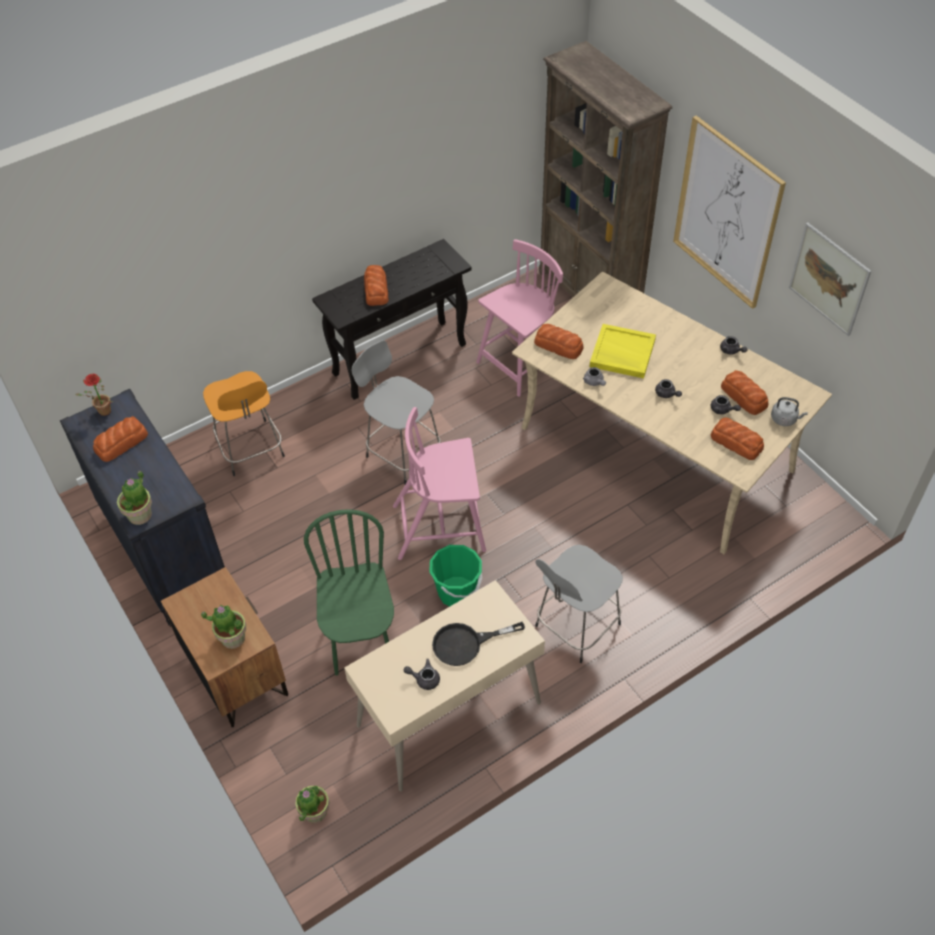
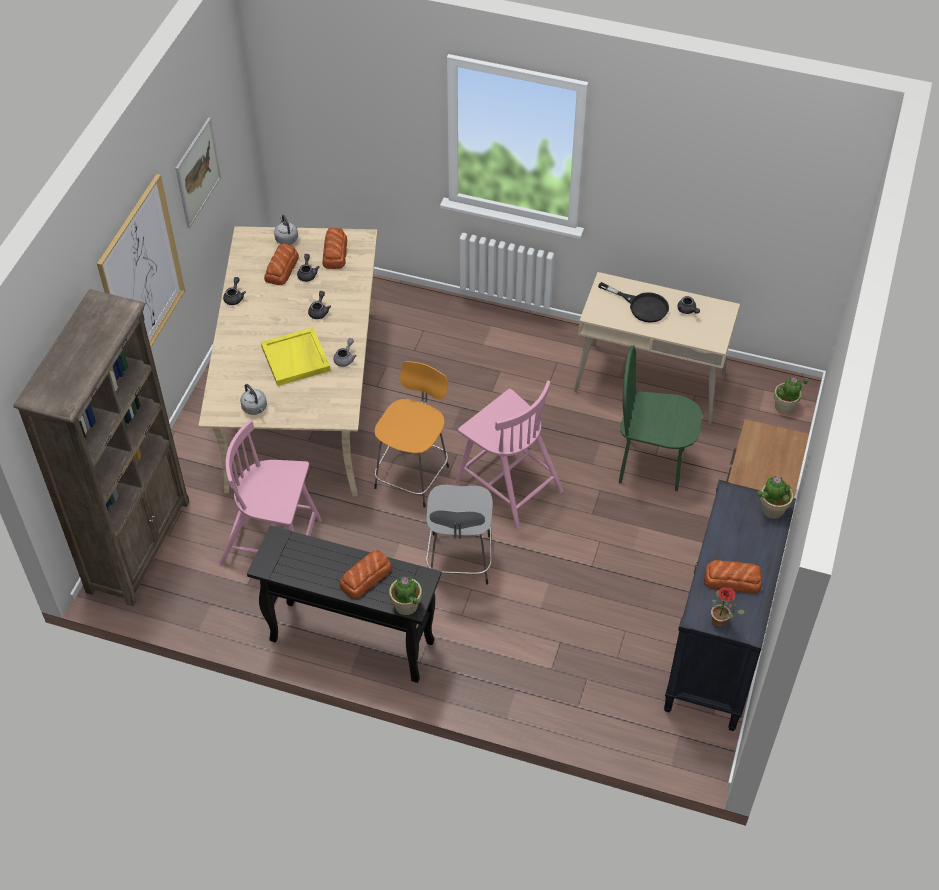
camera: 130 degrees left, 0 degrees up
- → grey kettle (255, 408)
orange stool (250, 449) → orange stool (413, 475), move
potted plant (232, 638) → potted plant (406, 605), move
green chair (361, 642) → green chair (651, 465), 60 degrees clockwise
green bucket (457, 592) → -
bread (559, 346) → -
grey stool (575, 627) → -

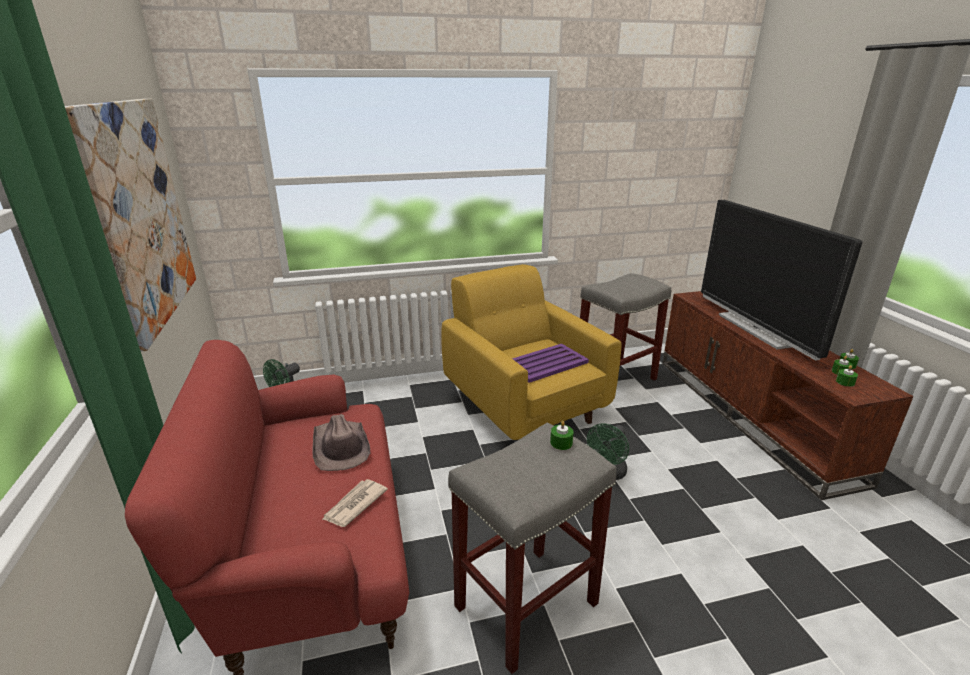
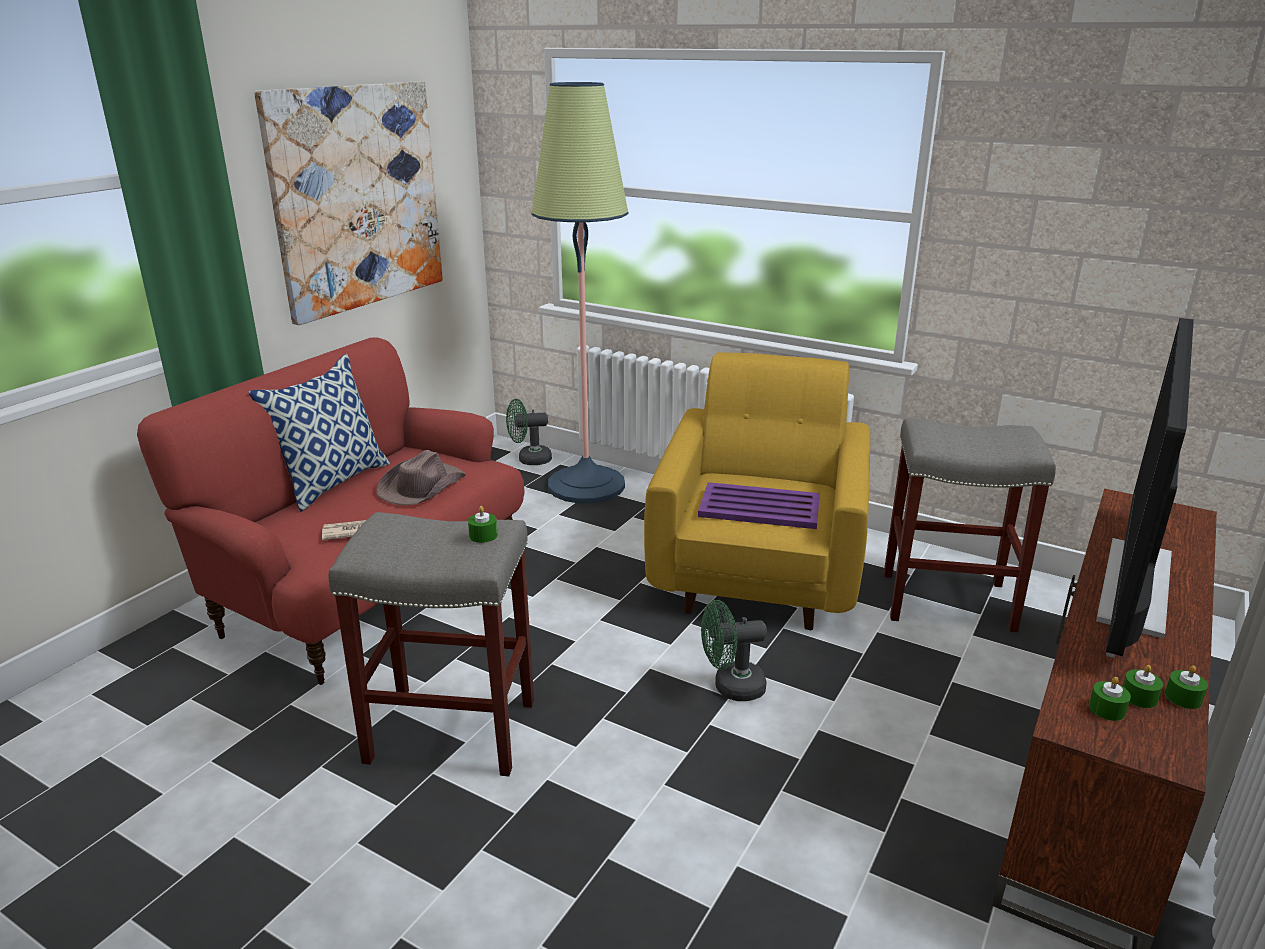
camera: 45 degrees right, 0 degrees up
- → pillow (333, 482)
- → floor lamp (586, 485)

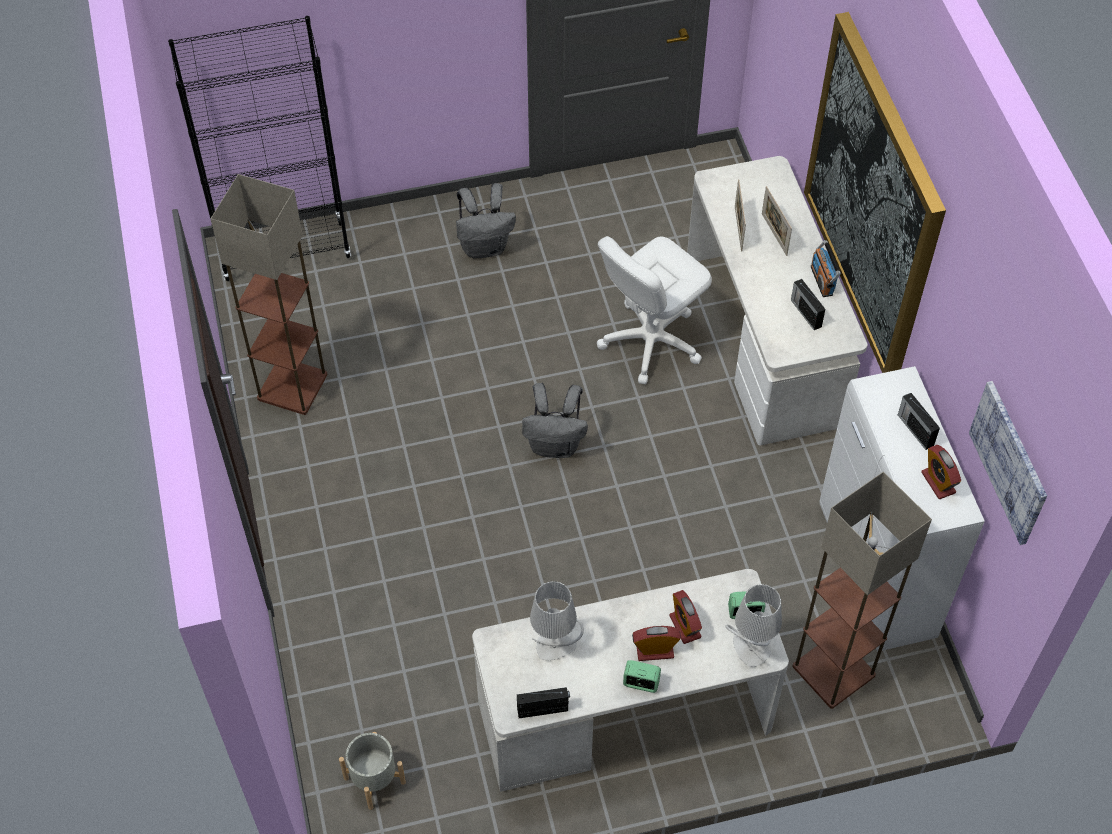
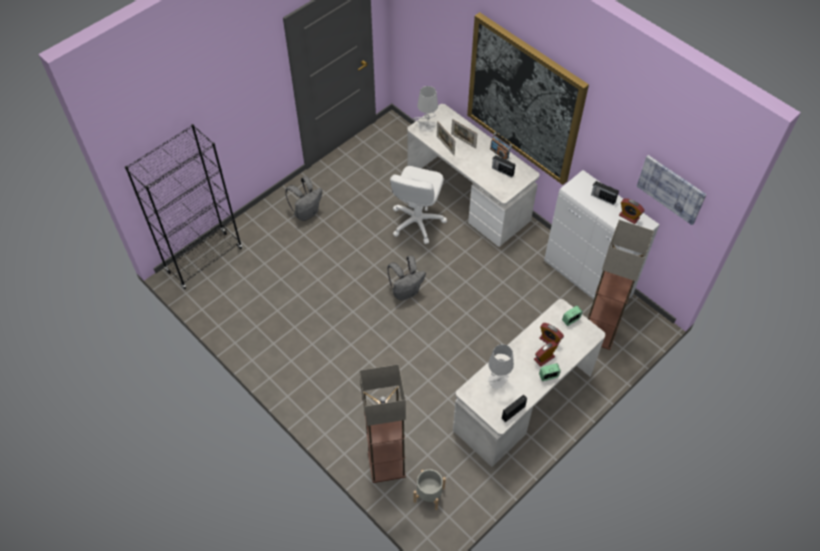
camera: 30 degrees left, 0 degrees up
floor lamp (291, 385) → floor lamp (385, 464), move
grey table lamp (749, 650) → grey table lamp (426, 126), move

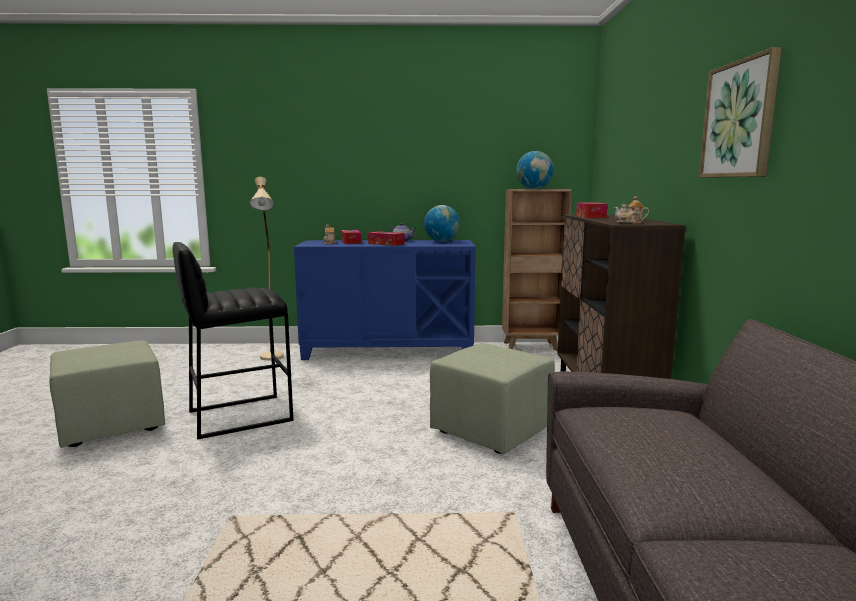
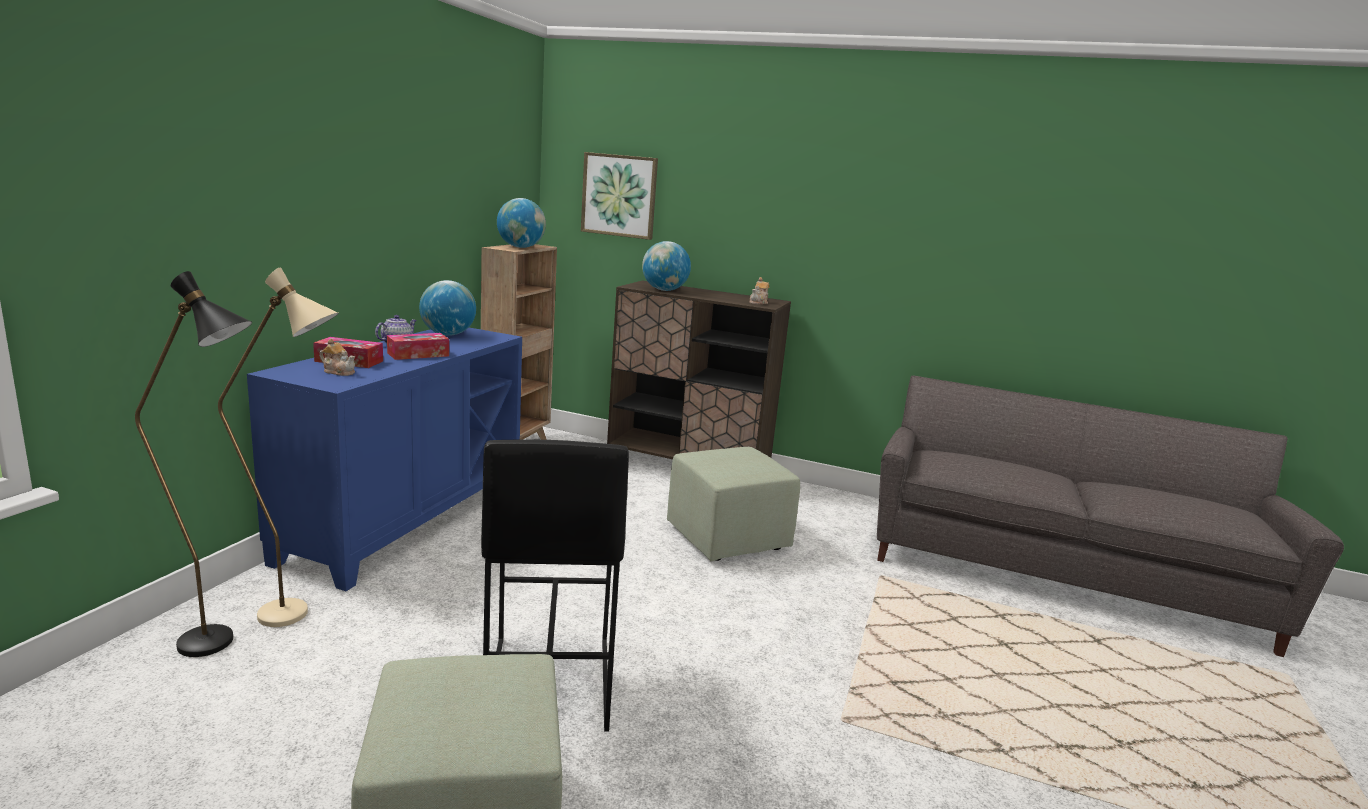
camera: 70 degrees left, 5 degrees up
- → black floor lamp (222, 646)
picture (739, 120) → picture (619, 195), move
tissue box (590, 216) → globe (664, 290)

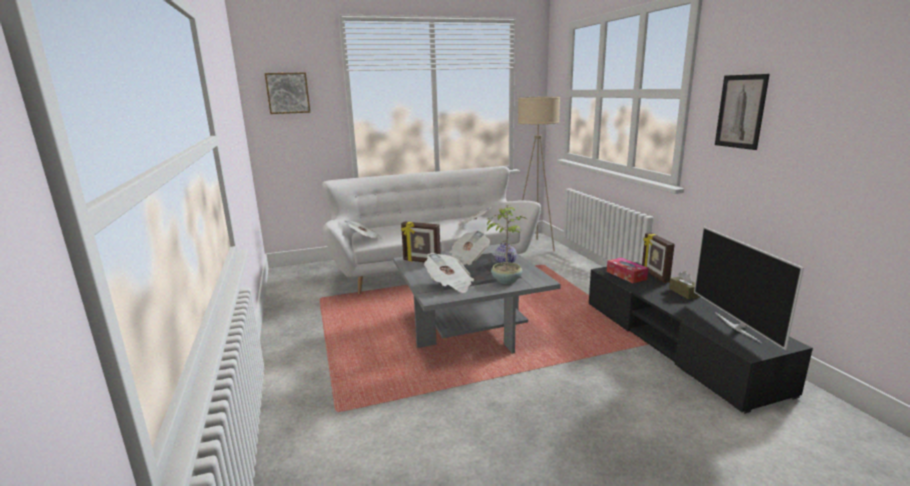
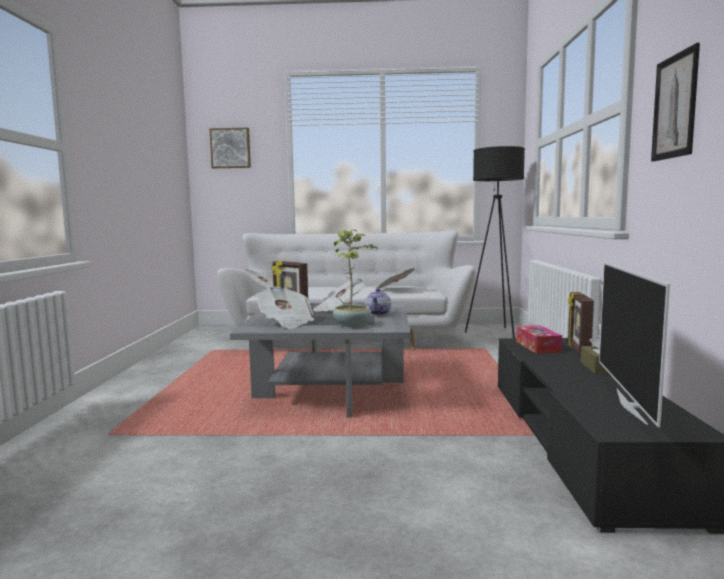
camera: 20 degrees right, 10 degrees down
beige floor lamp (535, 246) → black floor lamp (495, 333)

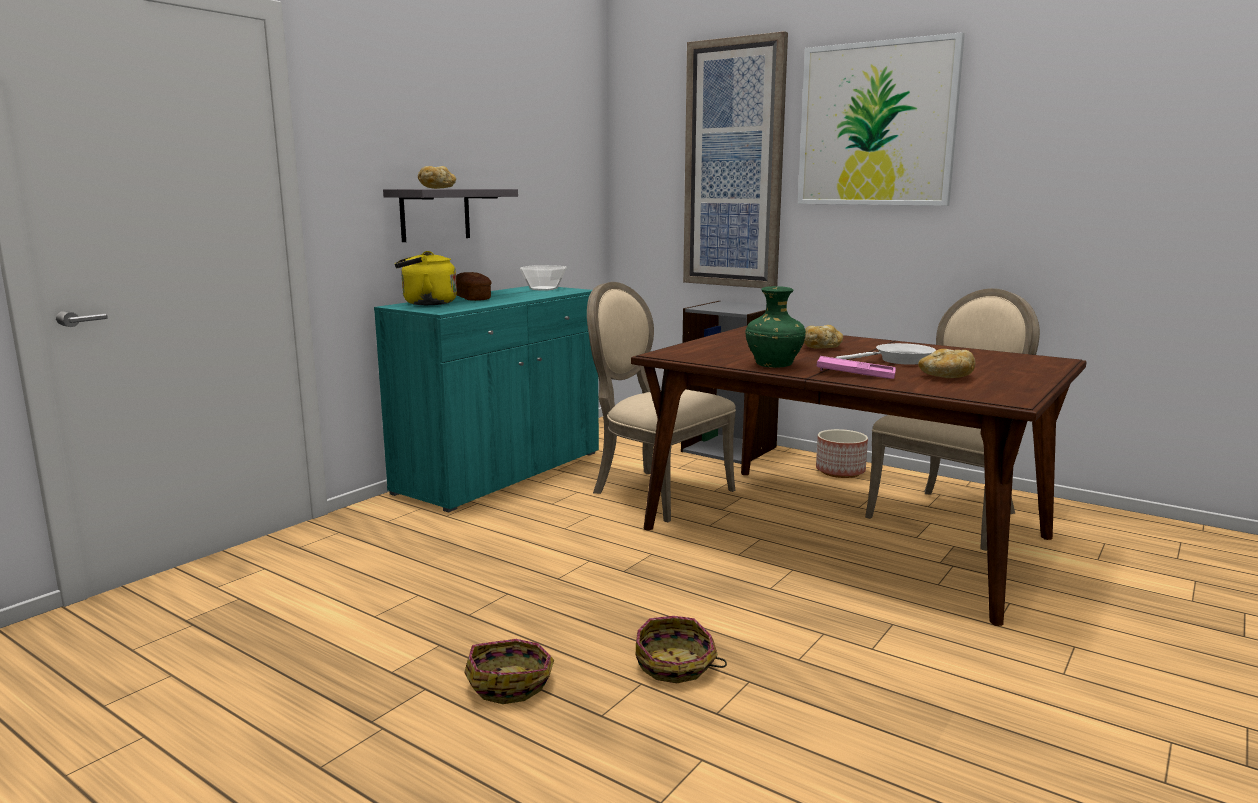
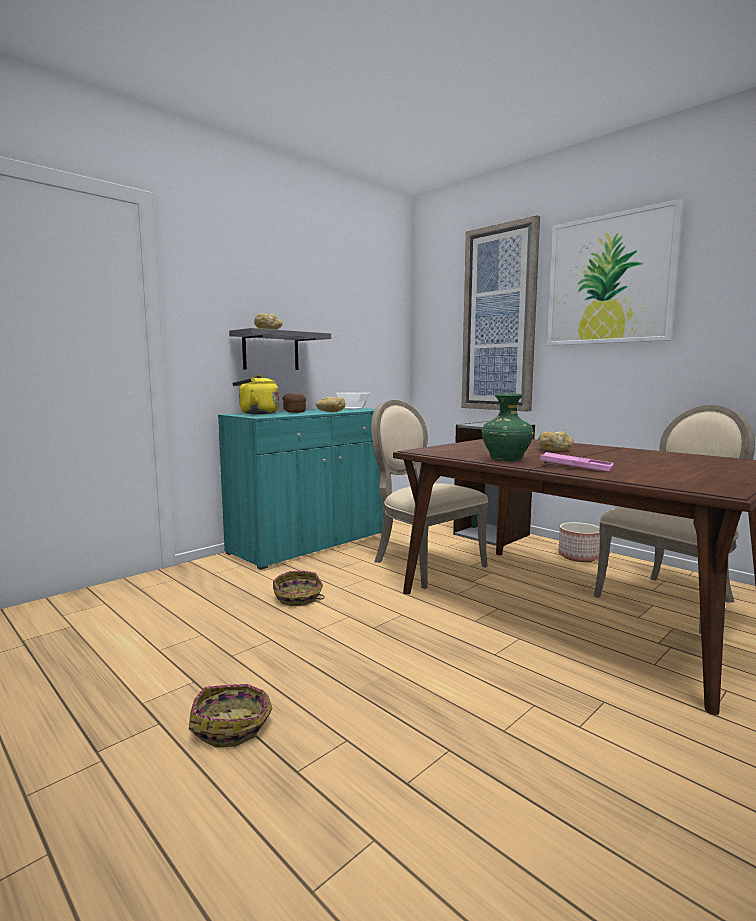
camera: 10 degrees right, 5 degrees down
basket (675, 665) → basket (298, 598), move
bread (946, 377) → bread (330, 412), move
white frying pan (899, 360) → -

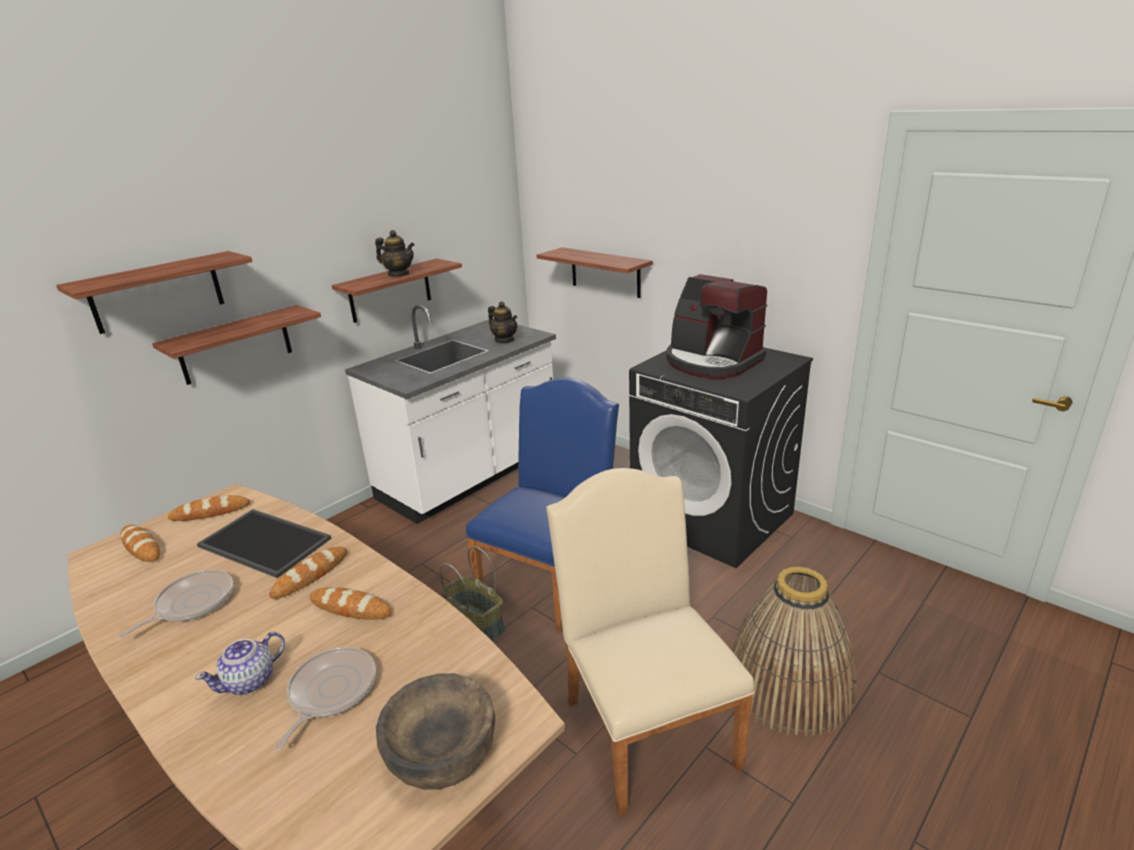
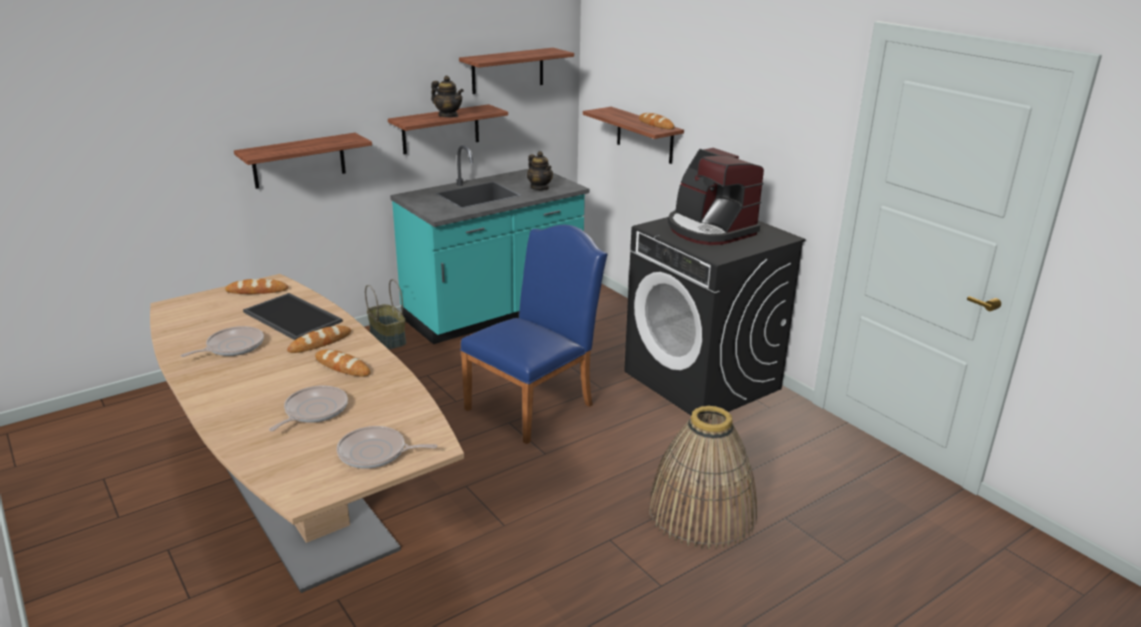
camera: 10 degrees right, 0 degrees up
brown bowl (441, 752) → frying pan (376, 453)
basket (477, 624) → basket (388, 339), move
white counter (471, 476) → turquoise counter (494, 313)
shelf (157, 292) → shelf (507, 70), move
bread (141, 546) → bread (656, 124), move
teapot (250, 681) → -
beige chair (645, 722) → -

